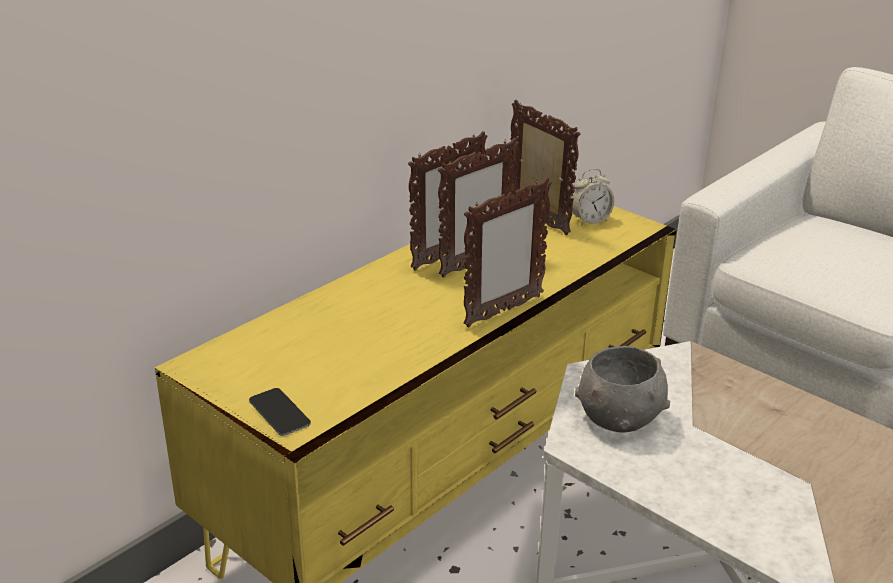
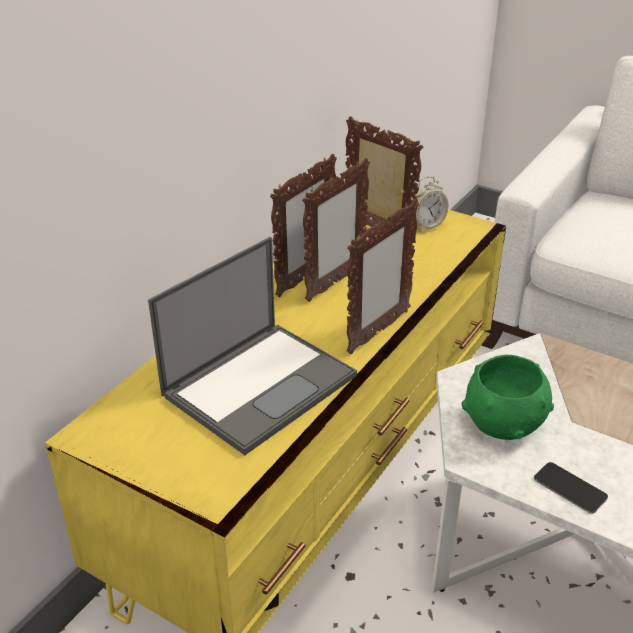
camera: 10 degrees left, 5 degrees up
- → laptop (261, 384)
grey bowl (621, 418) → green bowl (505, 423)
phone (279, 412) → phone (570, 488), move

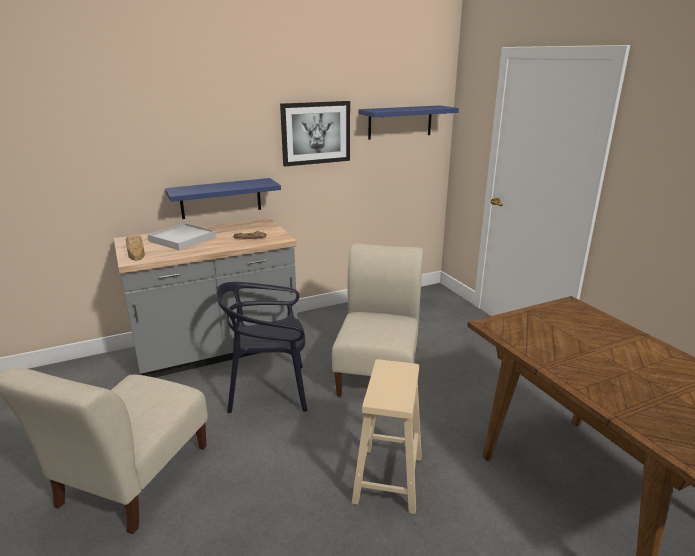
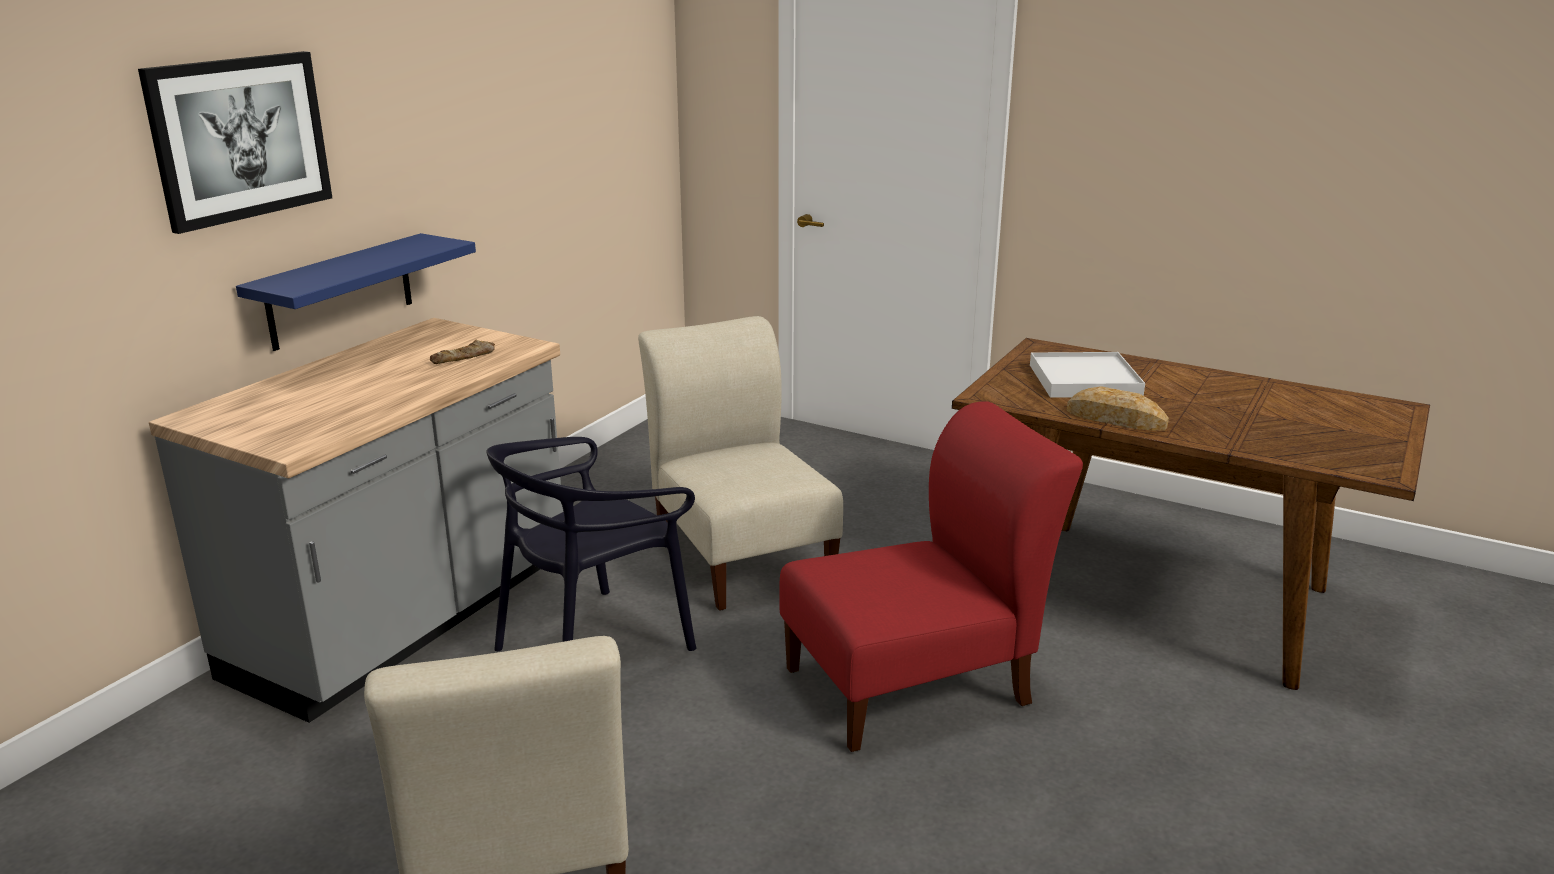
camera: 35 degrees left, 0 degrees up
picture (315, 133) → picture (240, 138), move
beige stool (388, 480) → red chair (916, 683)
white tray (182, 239) → white tray (1084, 380), move
bread (136, 252) → bread (1115, 419), move
blue shelf (400, 122) → -

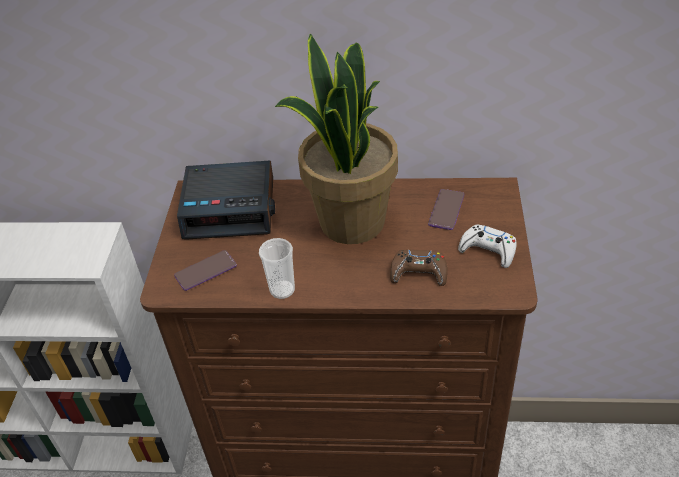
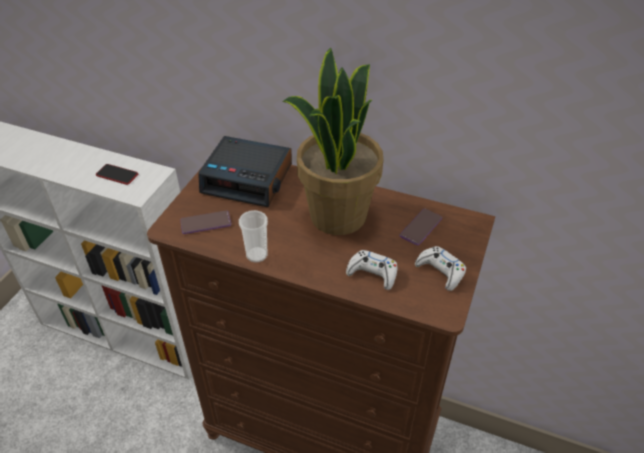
camera: 15 degrees right, 0 degrees up
- → phone (117, 175)
brown game controller (418, 273) → white game controller (372, 273)

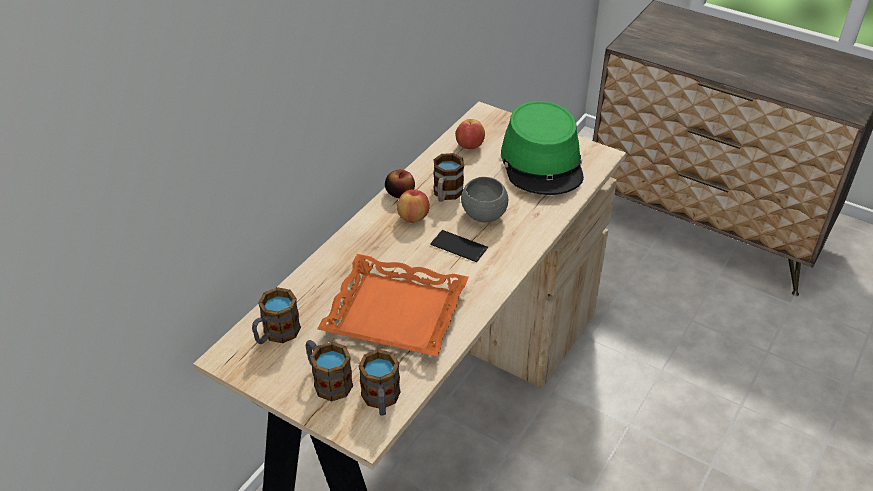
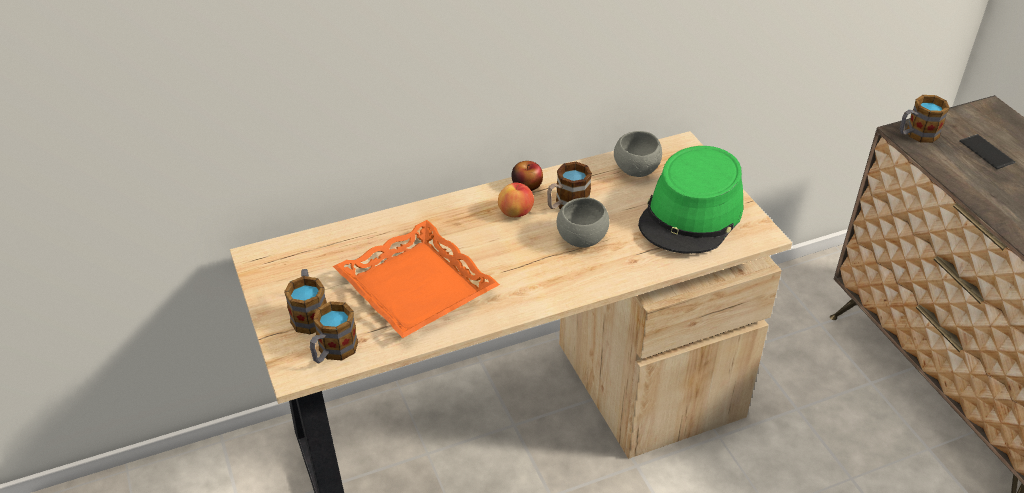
camera: 35 degrees right, 0 degrees up
apple (470, 146) → grey bowl (636, 170)
mug (276, 334) → mug (916, 135), move
phone (459, 246) → phone (986, 152), move

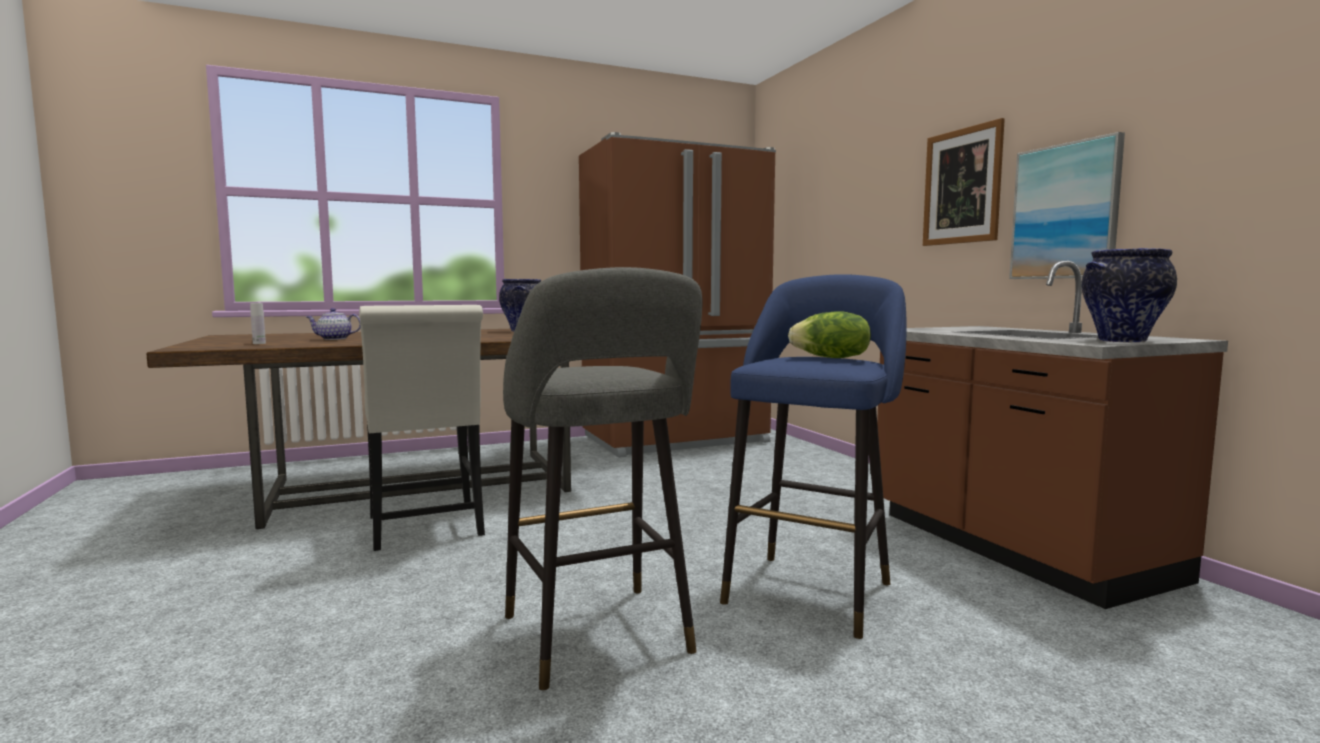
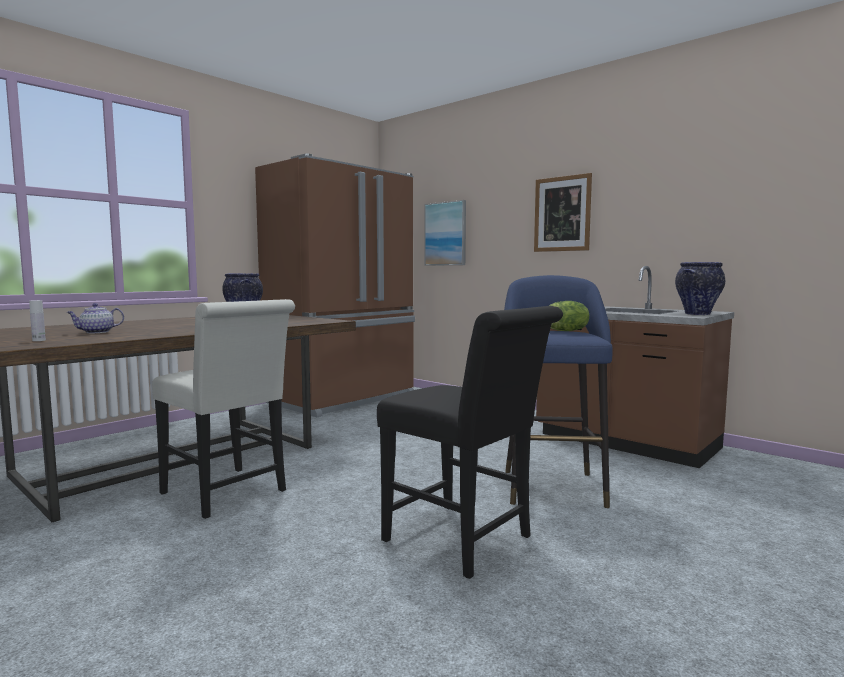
camera: 25 degrees left, 0 degrees up
grey stool (600, 639) → black chair (466, 542)
picture (1065, 212) → picture (445, 234), move

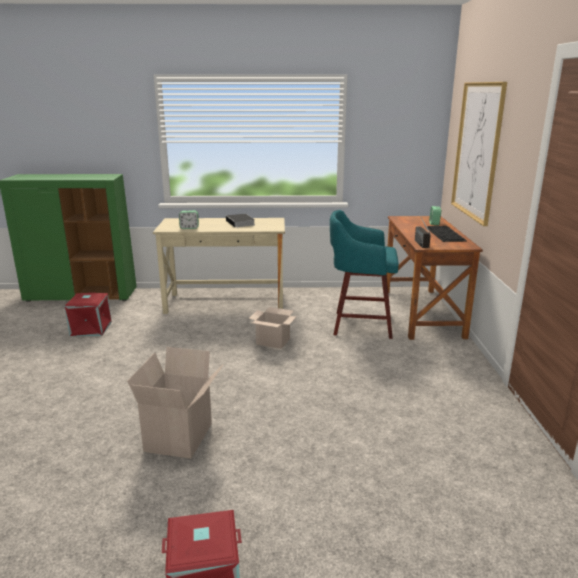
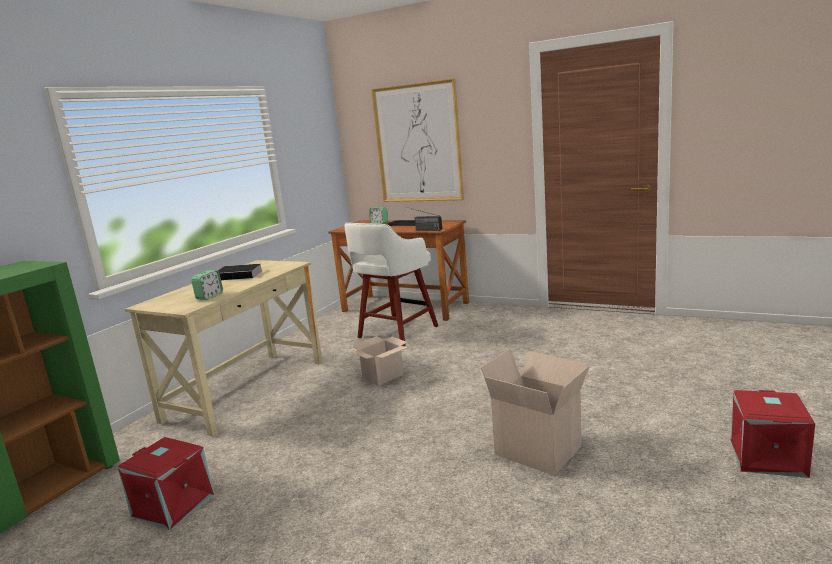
camera: 60 degrees left, 5 degrees down
turquoise stool (360, 324) → white stool (396, 333)

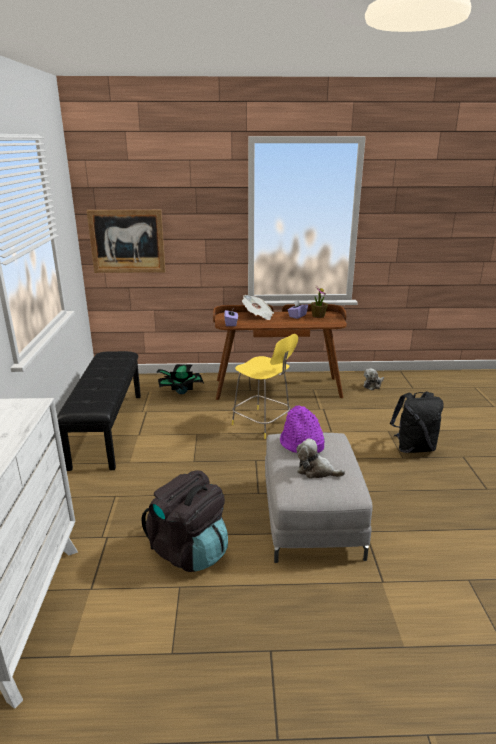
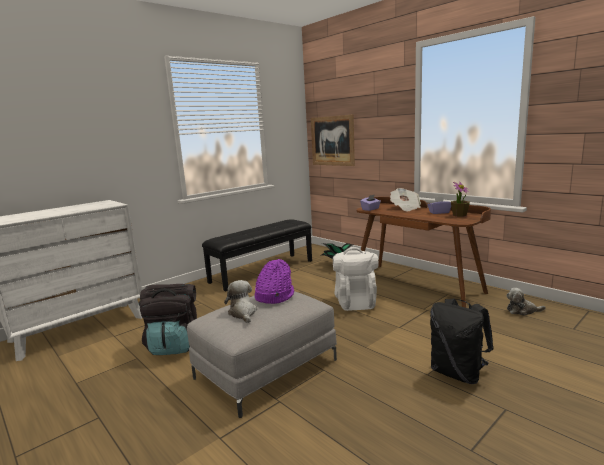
camera: 50 degrees right, 10 degrees down
yellow stool (263, 424) → white backpack (355, 301)

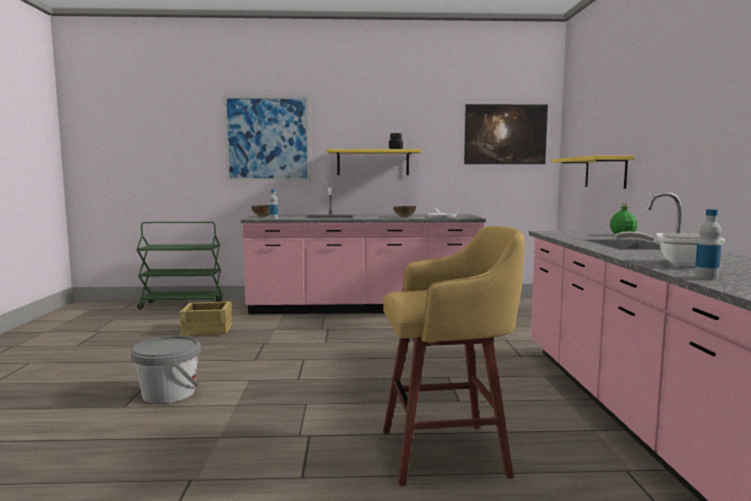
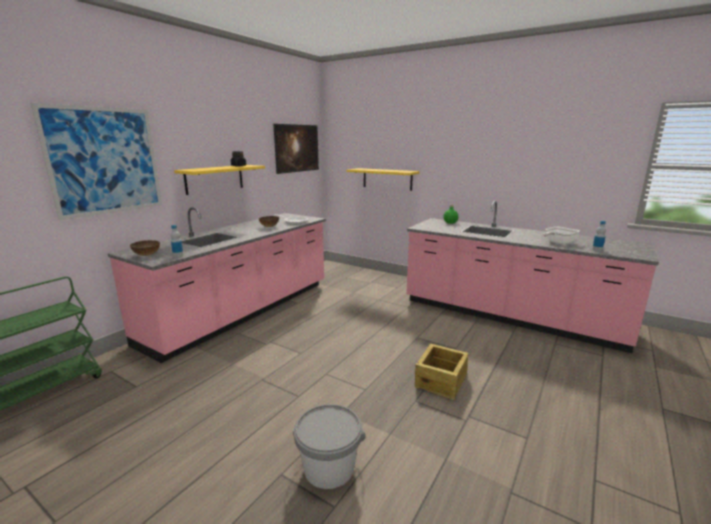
camera: 55 degrees left, 10 degrees up
crate (207, 330) → crate (441, 381), move
yellow stool (448, 453) → -

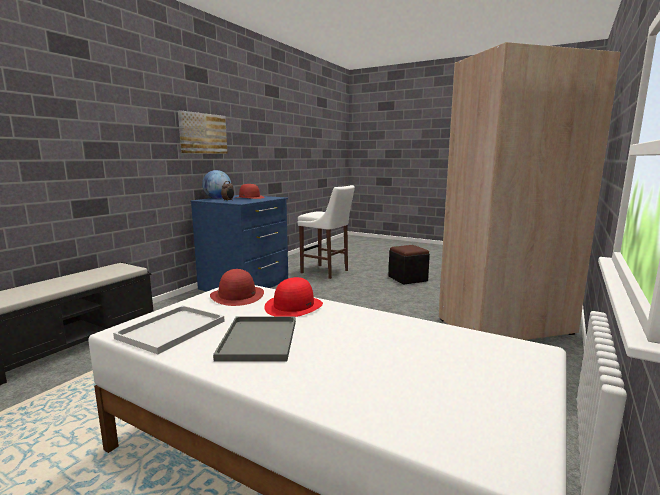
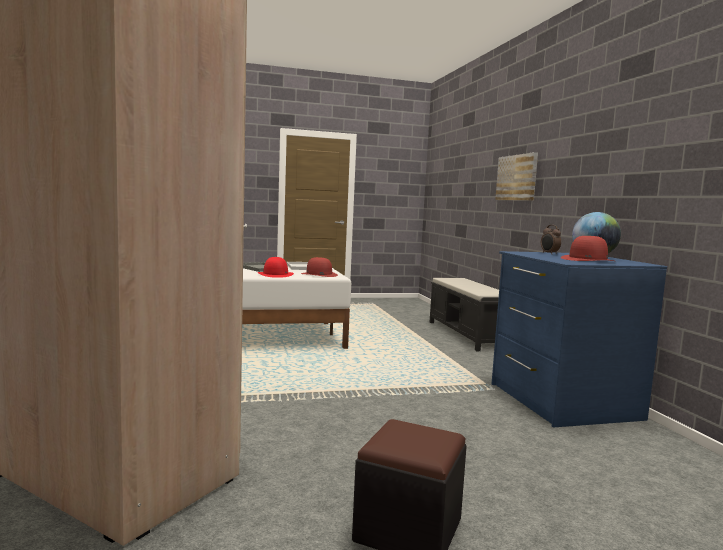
camera: 135 degrees right, 5 degrees down
picture (203, 133) → picture (517, 177), move
white stool (326, 272) → -

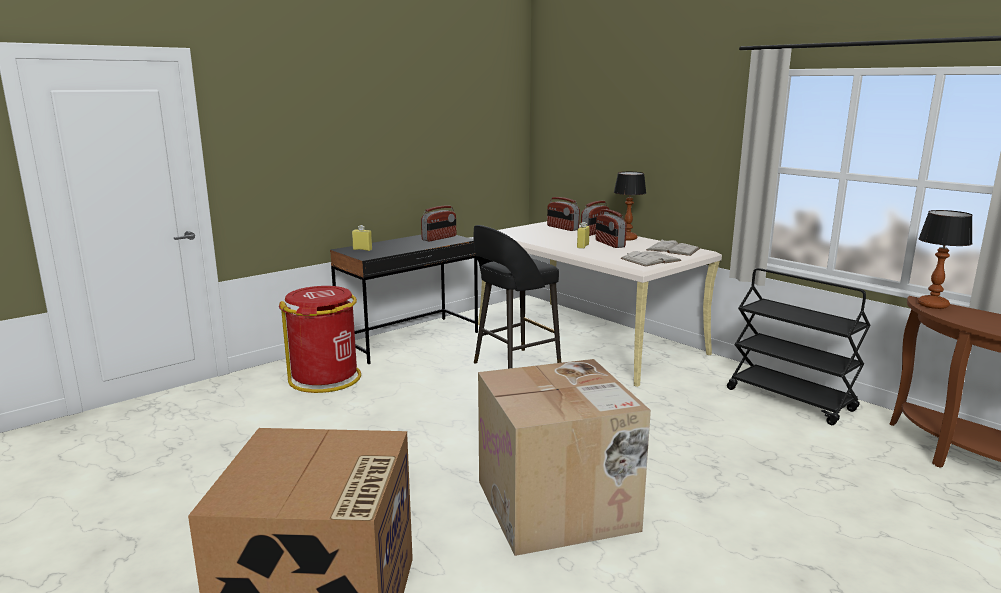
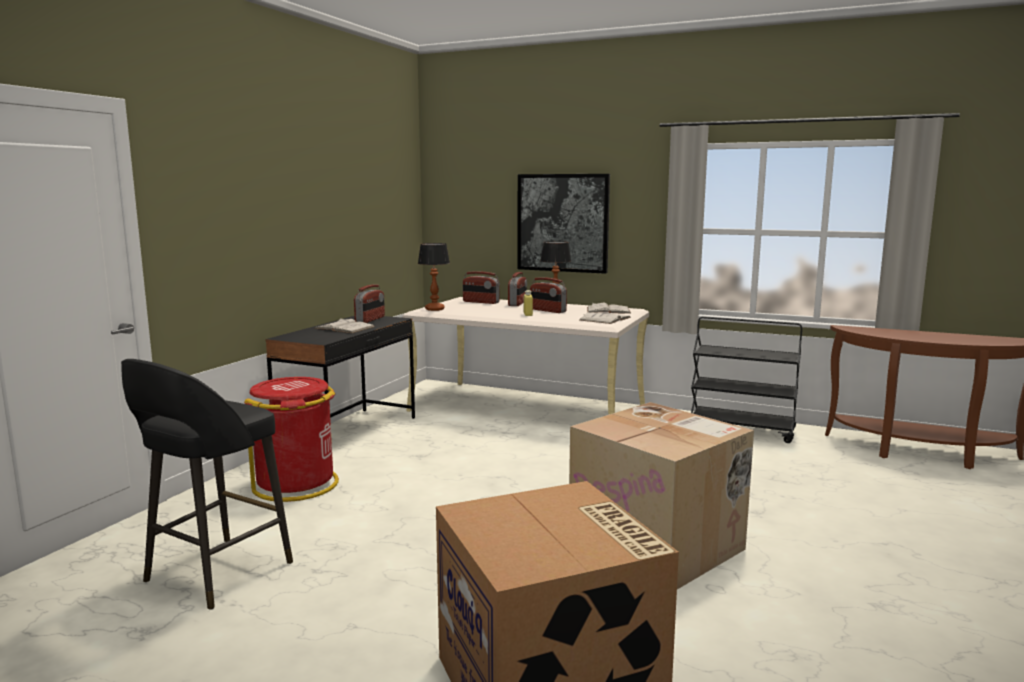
camera: 25 degrees left, 5 degrees down
black stool (514, 366) → black stool (215, 573), move
- → white book (344, 328)
table lamp (933, 305) → table lamp (435, 309), move
- → picture (562, 223)
yellow bottle (362, 249) → -

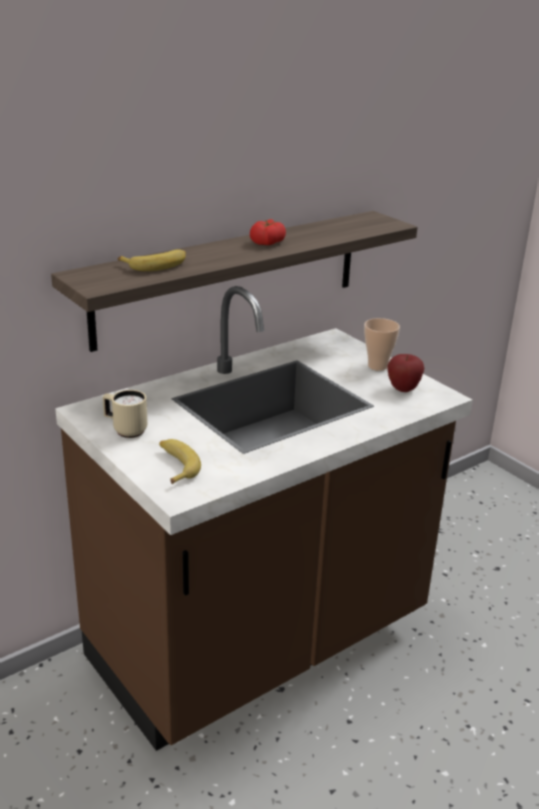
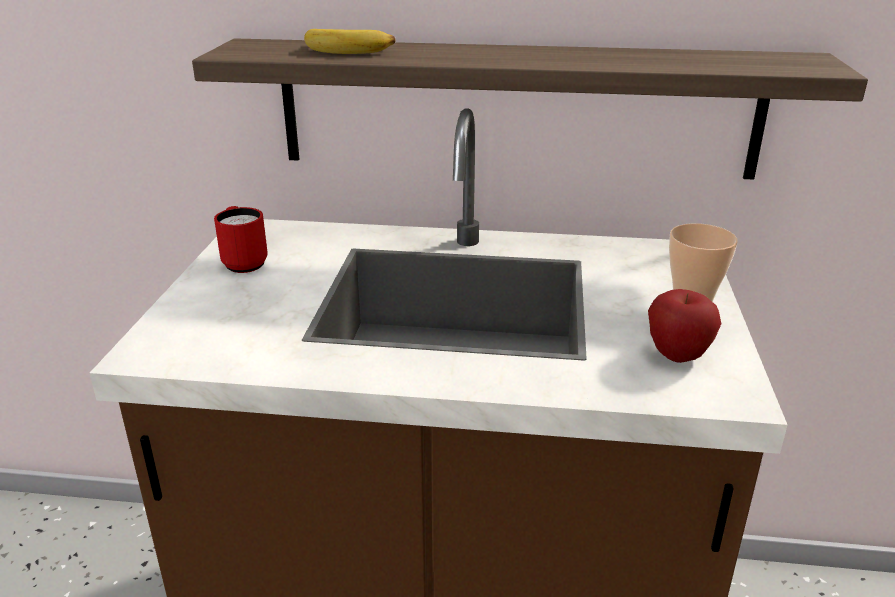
camera: 45 degrees right, 0 degrees up
beige mug (125, 430) → red mug (243, 262)
banana (176, 466) → -
tomato (267, 242) → -

